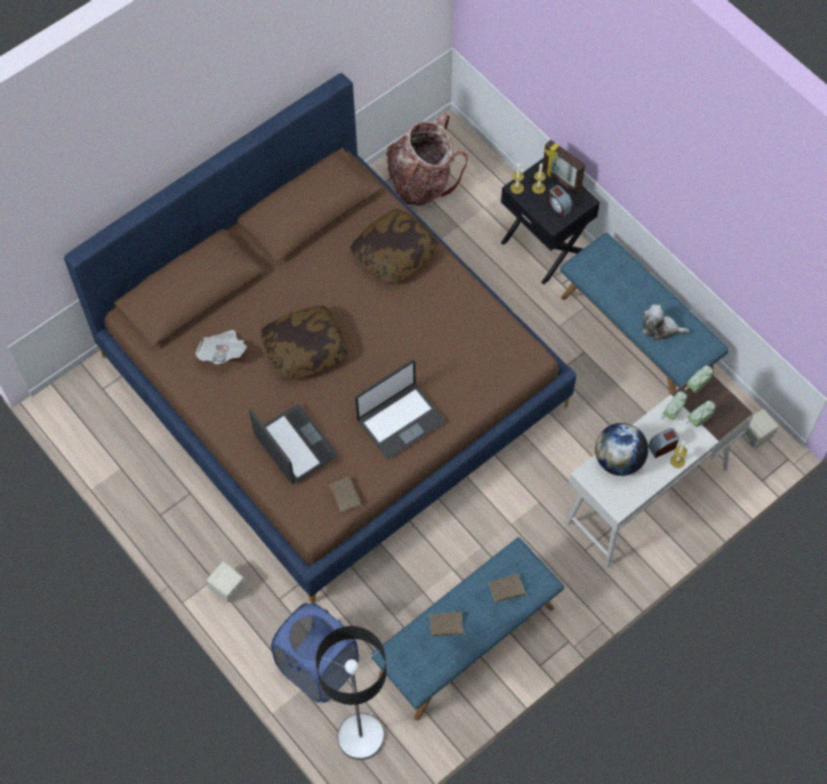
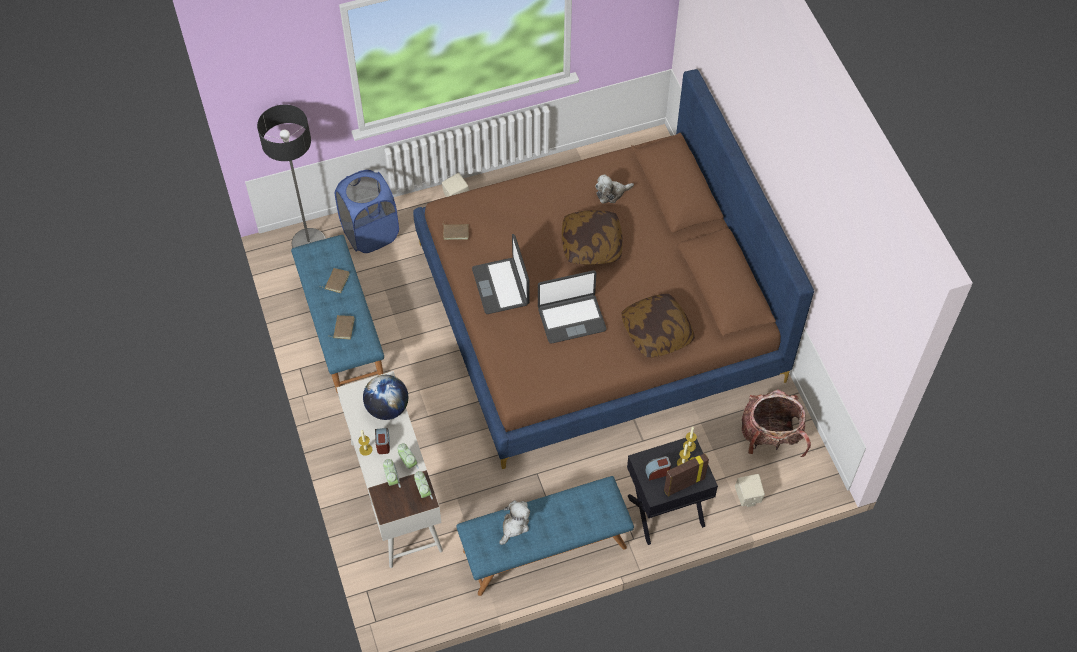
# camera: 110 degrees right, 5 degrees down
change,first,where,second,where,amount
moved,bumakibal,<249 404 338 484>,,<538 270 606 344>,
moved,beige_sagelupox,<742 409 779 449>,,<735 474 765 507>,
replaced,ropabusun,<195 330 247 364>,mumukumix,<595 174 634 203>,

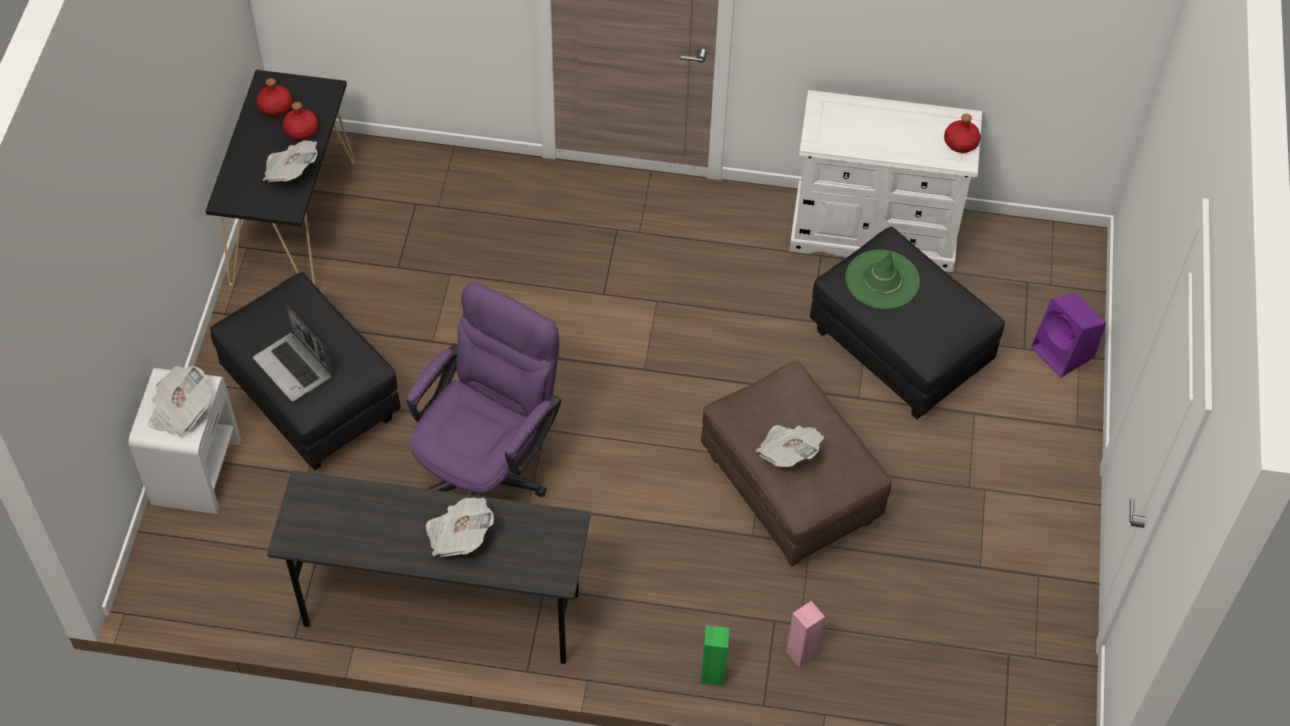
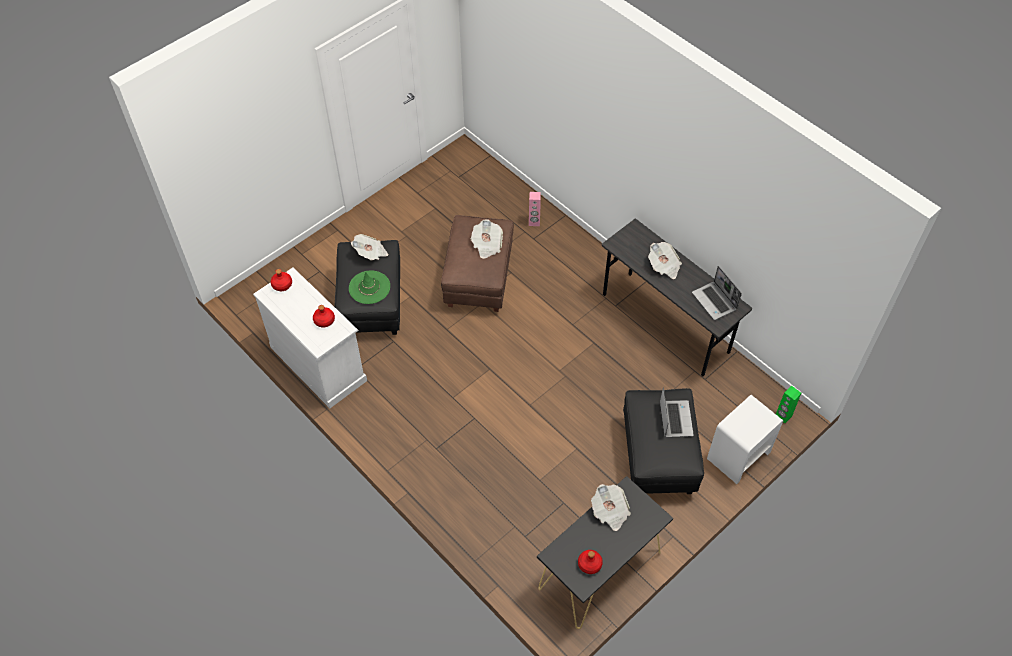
# camera: 140 degrees left, 0 degrees up
change,first,where,second,where,amount
removed,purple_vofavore,<407 282 562 497>,,,
removed,purple_sagelupox,<1031 293 1106 378>,,,
added,,,bumakibal,<692 266 742 320>,
moved,ropabusun,<148 366 211 437>,,<351 234 388 261>,
moved,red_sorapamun,<282 102 318 140>,,<313 305 335 328>,
moved,green_sagelupox,<701 625 730 686>,,<776 385 801 423>,

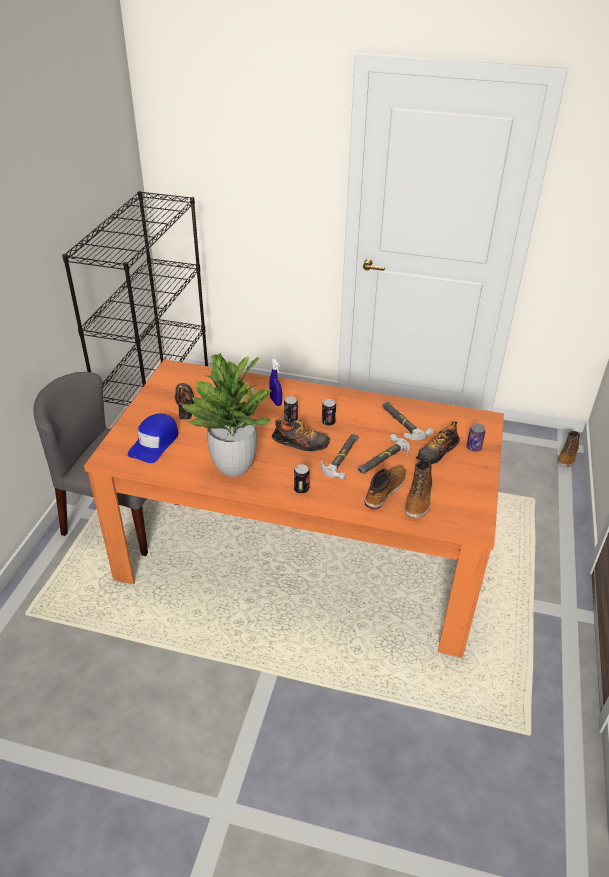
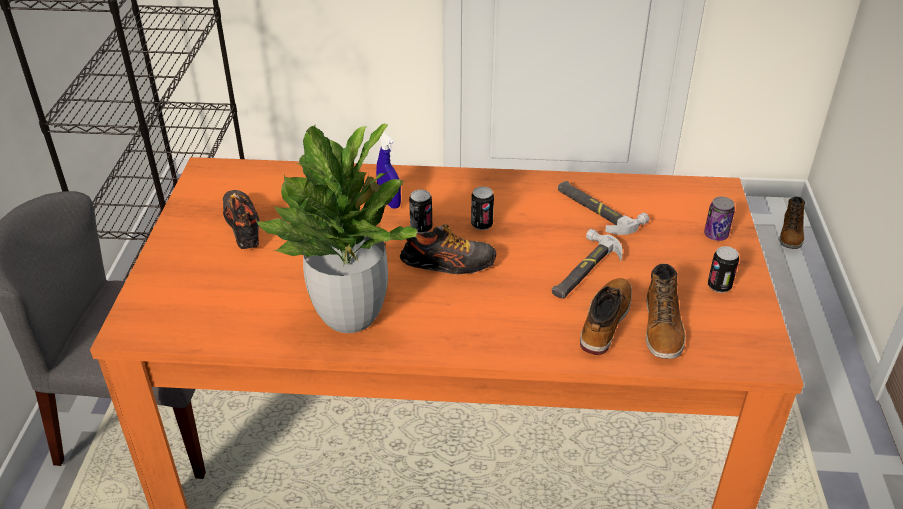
# camera: 10 degrees left, 0 degrees up
change,first,where,second,where,amount
removed,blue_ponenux,<128 414 178 463>,,,
removed,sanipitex,<321 434 359 480>,,,
removed,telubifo,<416 421 460 465>,,,
moved,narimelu,<294 464 309 494>,,<708 246 739 293>,

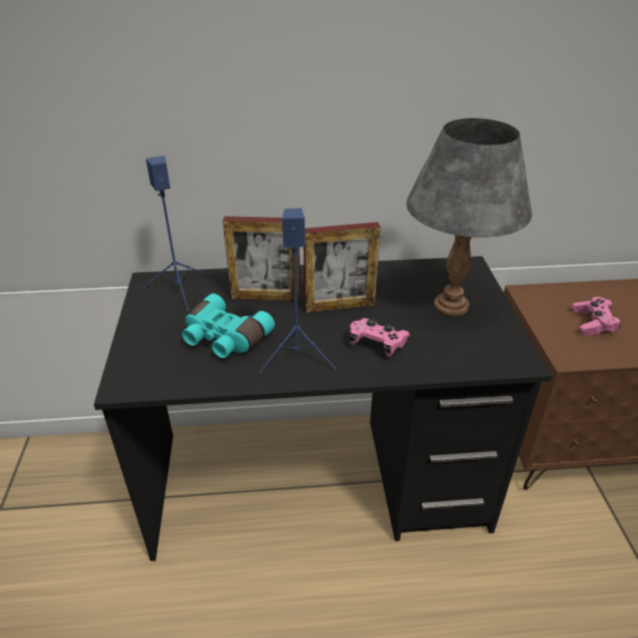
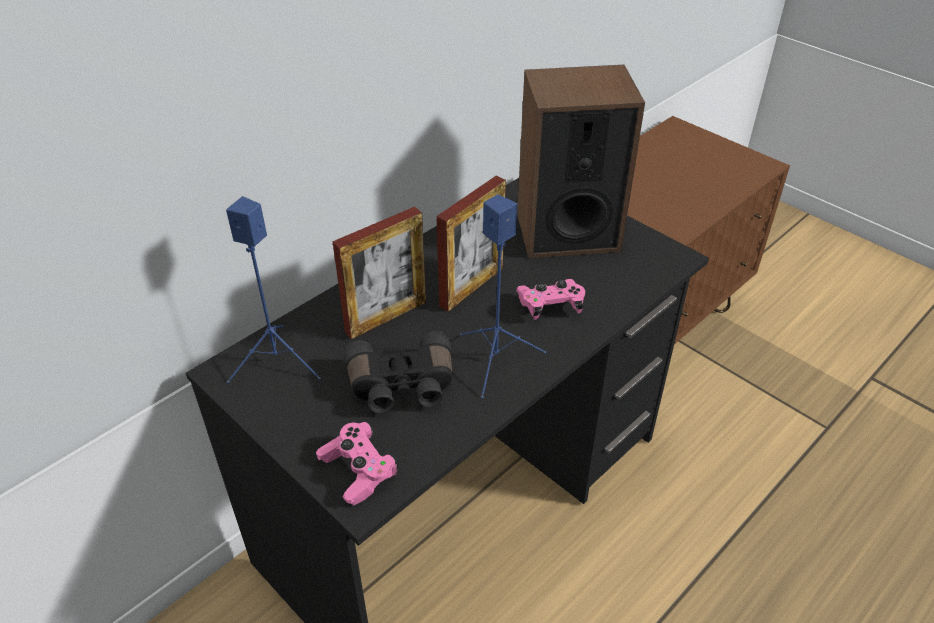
# camera: 40 degrees left, 5 degrees up
change,first,where,second,where,amount
moved,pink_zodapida,<572 297 621 336>,,<316 422 398 506>,
replaced,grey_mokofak,<406 118 532 316>,sagelupox,<517 65 645 258>,
recoloured,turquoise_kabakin,<182 293 275 358>,black_kabakin,<344 331 453 413>,

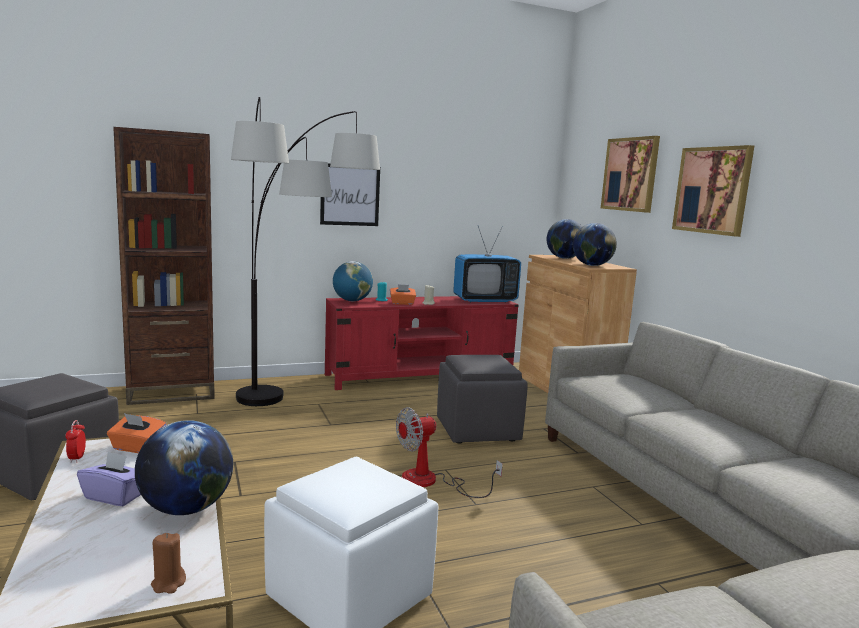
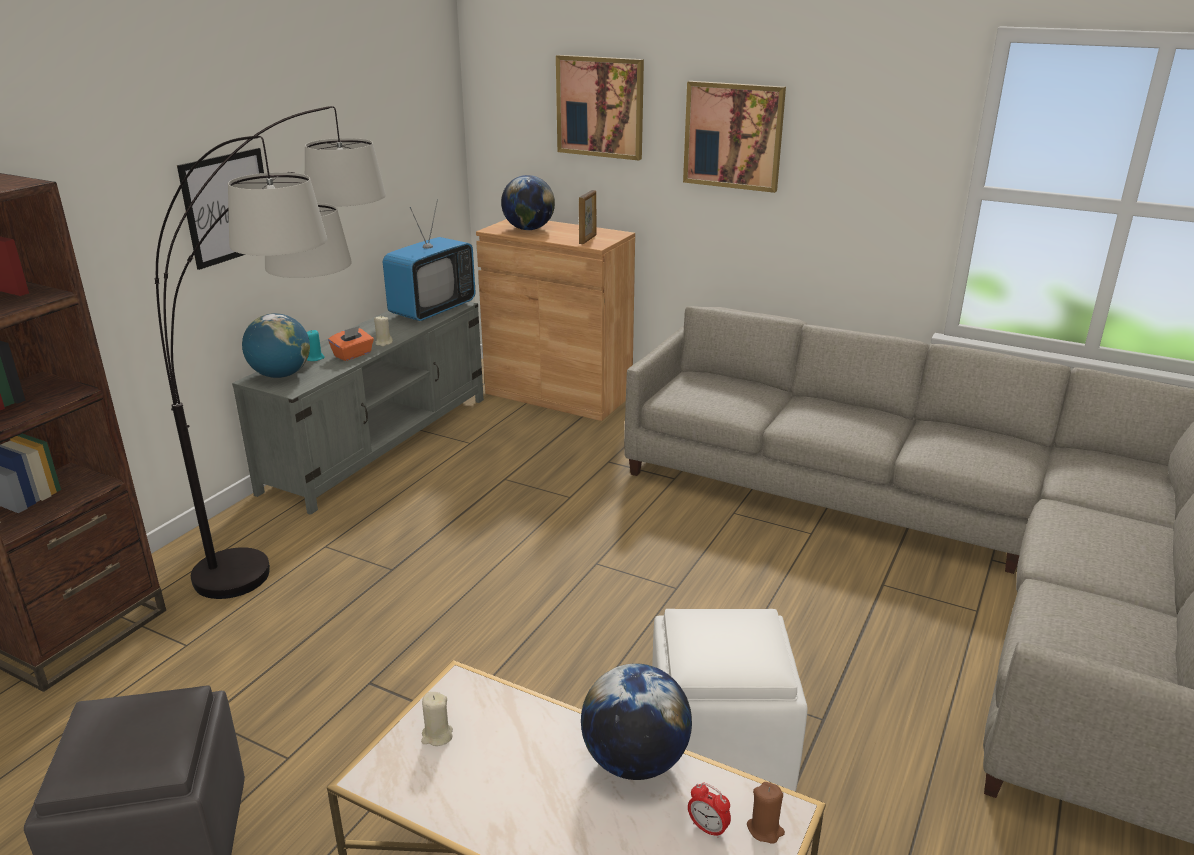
# camera: 40 degrees left, 15 degrees up
change,first,where,second,where,amount
removed,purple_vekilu,<77 451 141 506>,,,
removed,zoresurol,<396 407 503 498>,,,
removed,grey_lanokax,<437 355 528 444>,,,
moved,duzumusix,<65 420 86 463>,,<688 783 731 838>,
replaced,orange_vekilu,<107 413 167 453>,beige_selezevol,<421 692 453 746>,
replaced,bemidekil,<573 223 617 266>,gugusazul,<579 190 596 244>,
recoloured,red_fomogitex,<325 296 519 390>,grey_fomogitex,<232 302 484 515>,

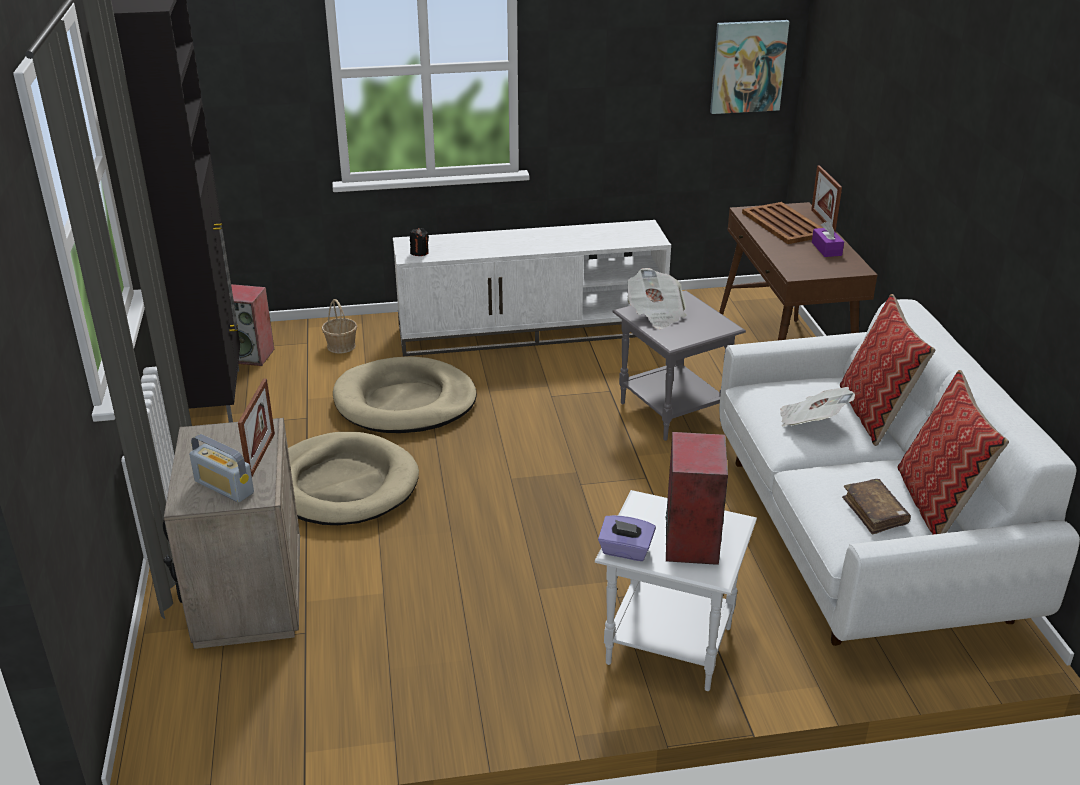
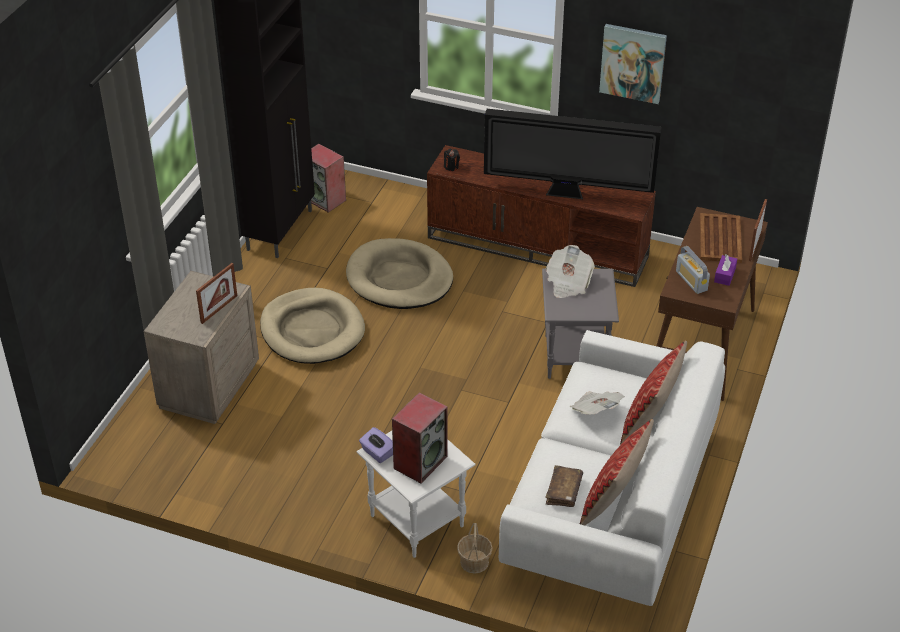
# camera: 30 degrees right, 10 degrees up
change,first,where,second,where,amount
added,,,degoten,<484 109 661 199>,
moved,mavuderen,<189 434 254 503>,,<676 246 710 294>,
moved,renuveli,<322 299 357 354>,,<457 523 493 574>,
moved,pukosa,<710 20 789 114>,,<599 24 667 104>,
recoloured,white_fomogitex,<393 220 671 356>,brown_fomogitex,<427 145 656 287>,

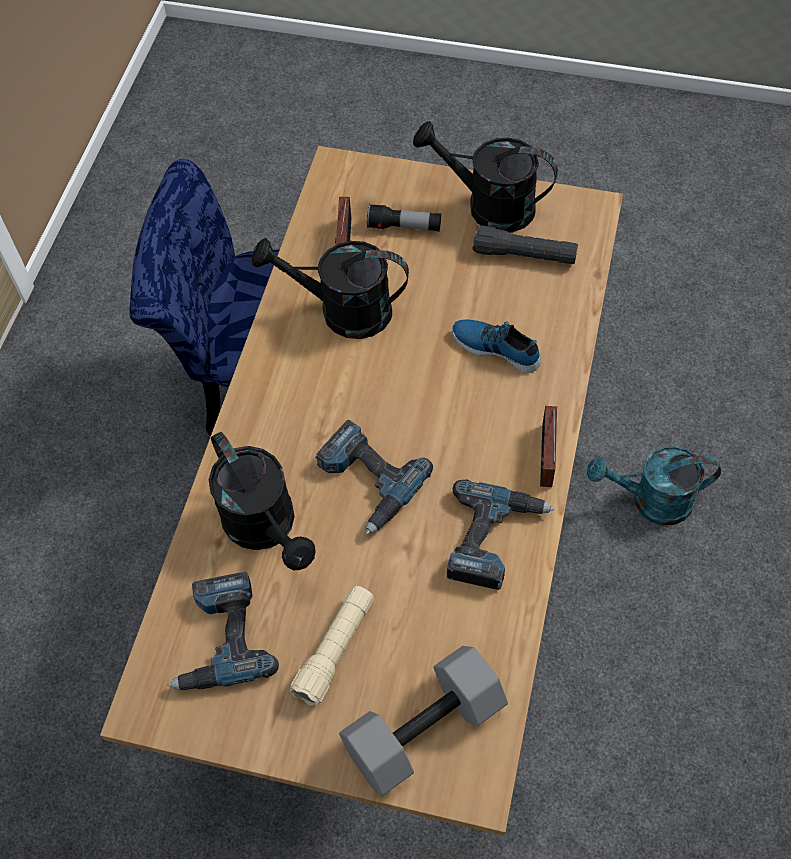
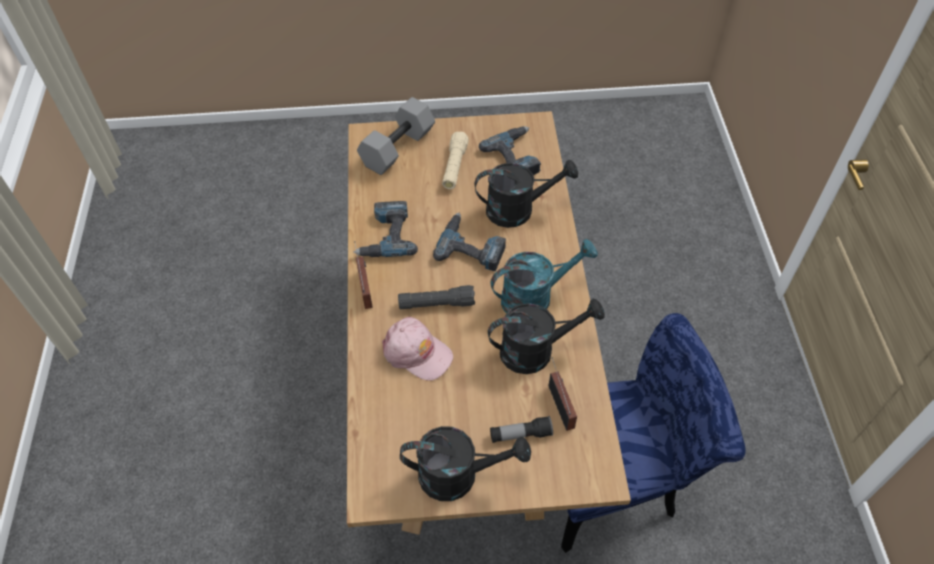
# camera: 160 degrees right, 5 degrees down
change,first,where,second,where,amount
moved,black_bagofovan,<472 225 578 264>,,<398 285 475 309>,
moved,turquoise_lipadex,<587 446 721 525>,,<490 239 598 313>,
replaced,telubifo,<452 320 541 373>,pink_ponenux,<382 317 453 381>,
turned,black_lipadex,<209 432 316 570>,,<474 159 578 228>,135 degrees clockwise

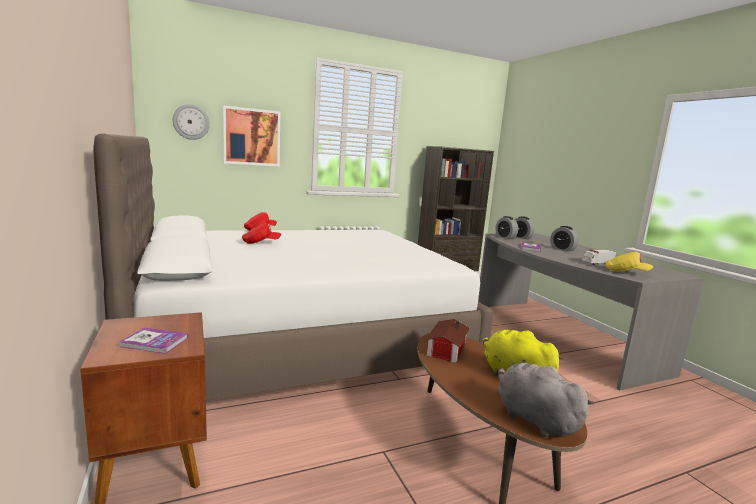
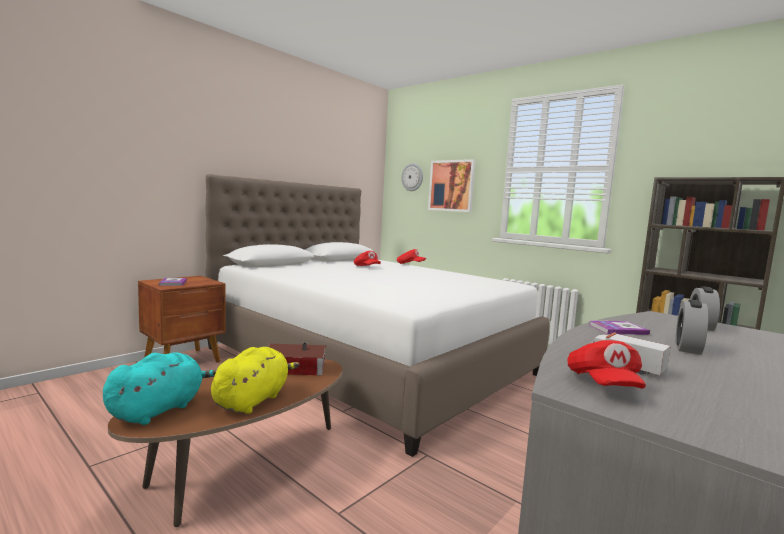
# camera: 65 degrees right, 5 degrees down
change,first,where,second,where,amount
removed,duzumusix,<495 216 518 239>,,,
recoloured,grey_mumukumix,<498 363 594 437>,turquoise_mumukumix,<103 352 217 425>,
recoloured,yellow_ponenux,<606 252 653 272>,red_ponenux,<568 340 646 389>,

